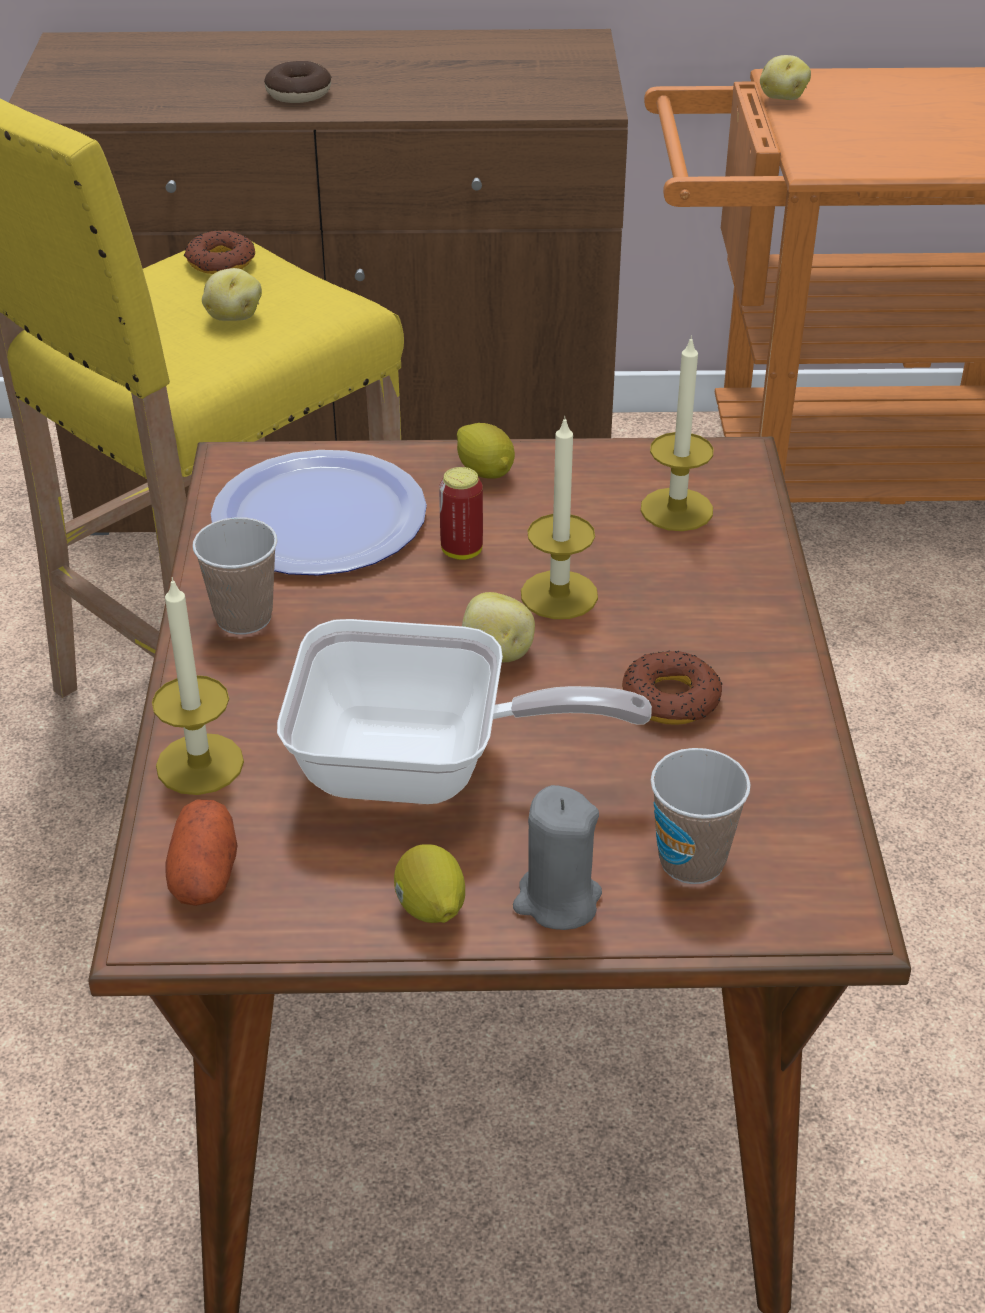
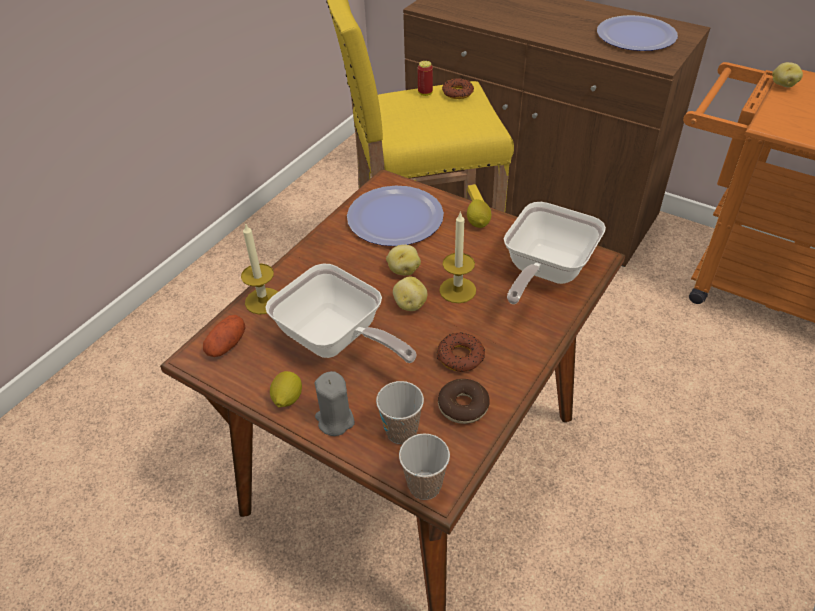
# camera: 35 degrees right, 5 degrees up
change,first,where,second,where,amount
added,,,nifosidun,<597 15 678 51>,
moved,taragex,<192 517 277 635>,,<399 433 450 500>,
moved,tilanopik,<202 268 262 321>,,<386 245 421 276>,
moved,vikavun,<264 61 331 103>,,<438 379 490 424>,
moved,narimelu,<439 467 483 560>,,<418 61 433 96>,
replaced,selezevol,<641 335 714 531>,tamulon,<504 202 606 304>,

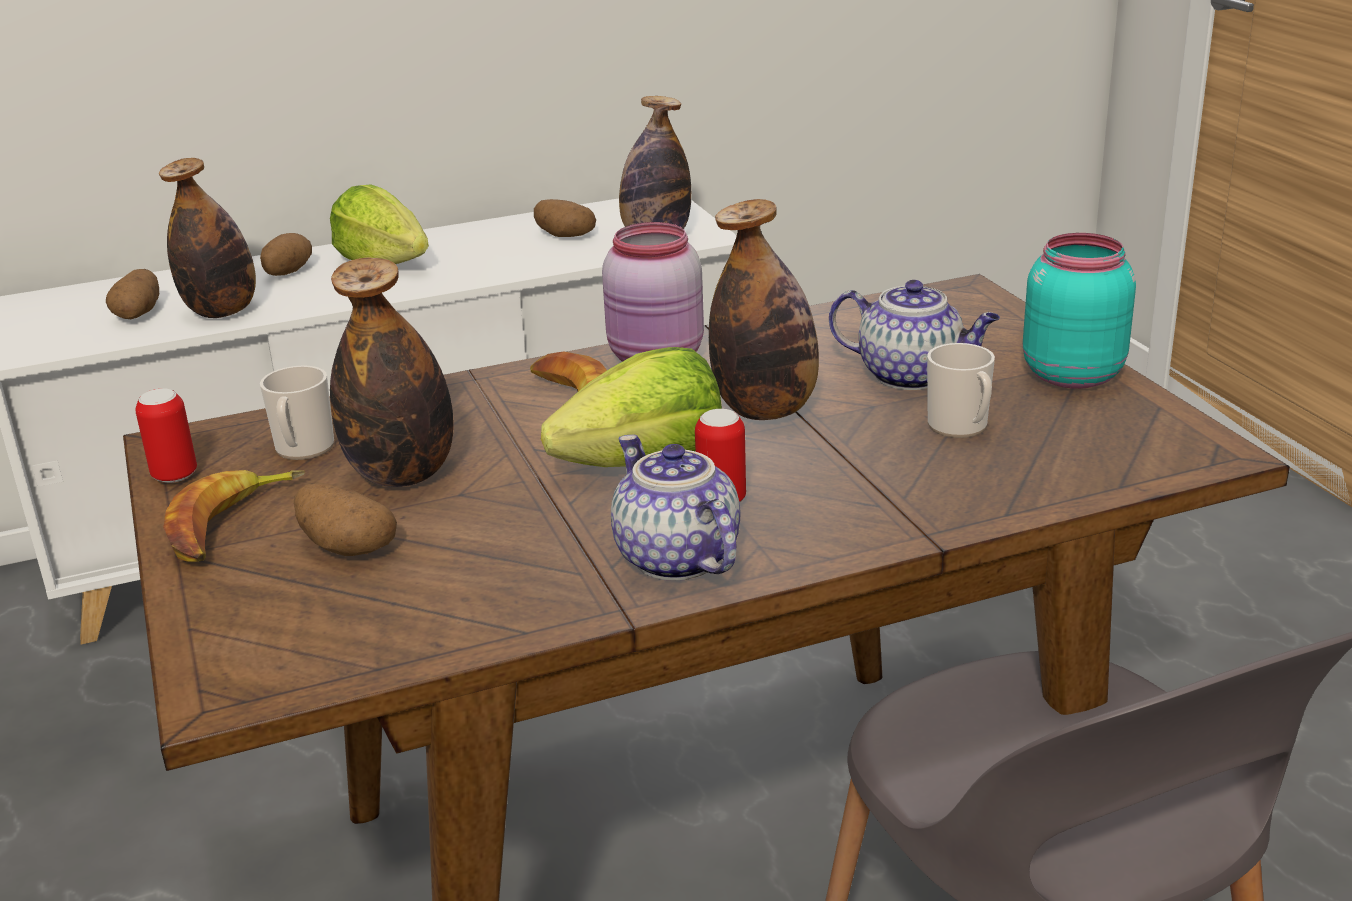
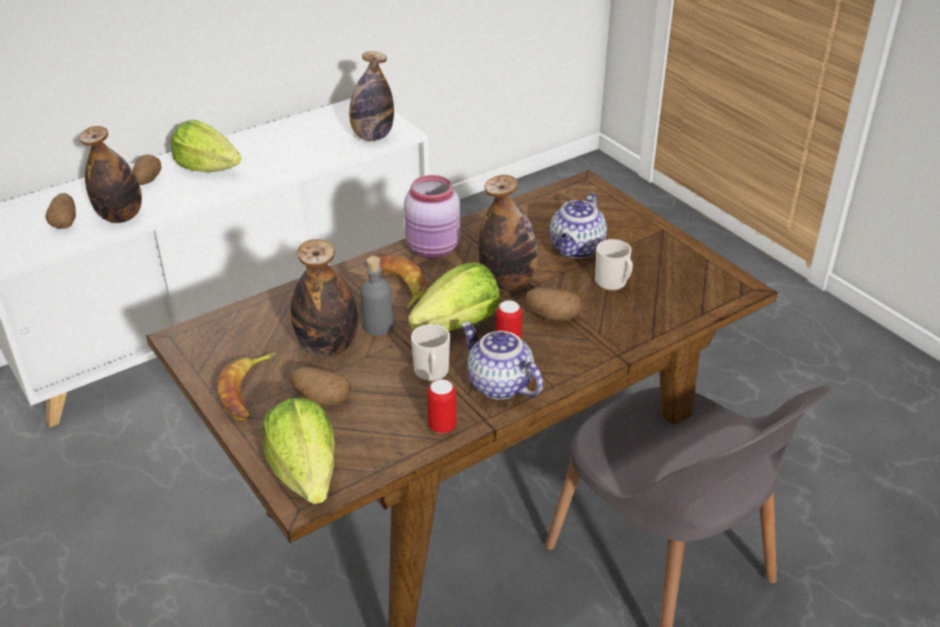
# camera: 15 degrees left, 10 degrees up
change,first,where,second,where,amount
removed,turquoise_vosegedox,<1023 233 1136 389>,,,
added,,,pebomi,<262 398 335 504>,
added,,,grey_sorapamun,<360 256 394 336>,
moved,narimelu,<136 388 197 483>,,<427 379 456 434>,
moved,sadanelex,<260 365 334 460>,,<411 324 450 381>,
moved,tilanopik,<534 199 596 237>,,<525 288 582 321>,
turned,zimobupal,<829 280 1000 390>,,<550 193 607 258>,105 degrees clockwise

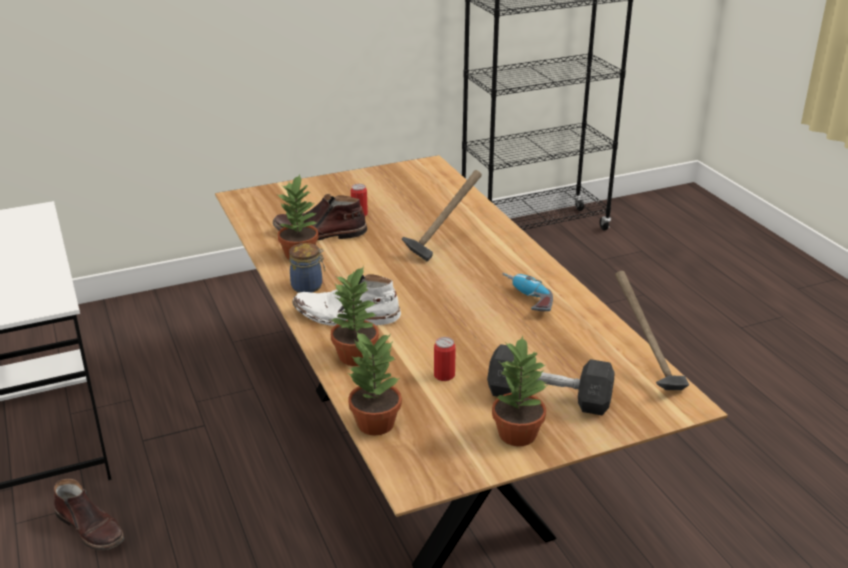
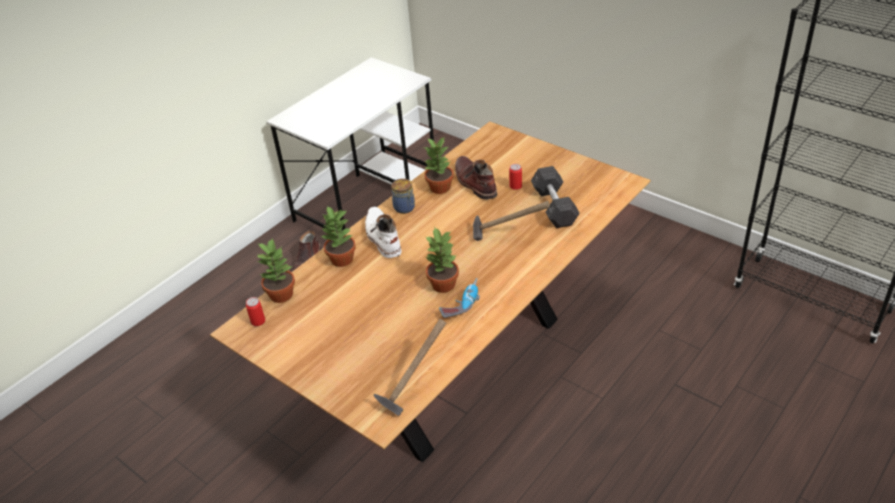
# camera: 65 degrees right, 10 degrees up
change,first,where,second,where,amount
moved,narimelu,<434 337 456 381>,,<246 297 265 326>,
moved,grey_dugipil,<487 344 615 415>,,<531 166 580 228>,
moved,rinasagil,<492 335 548 446>,,<425 228 459 293>,

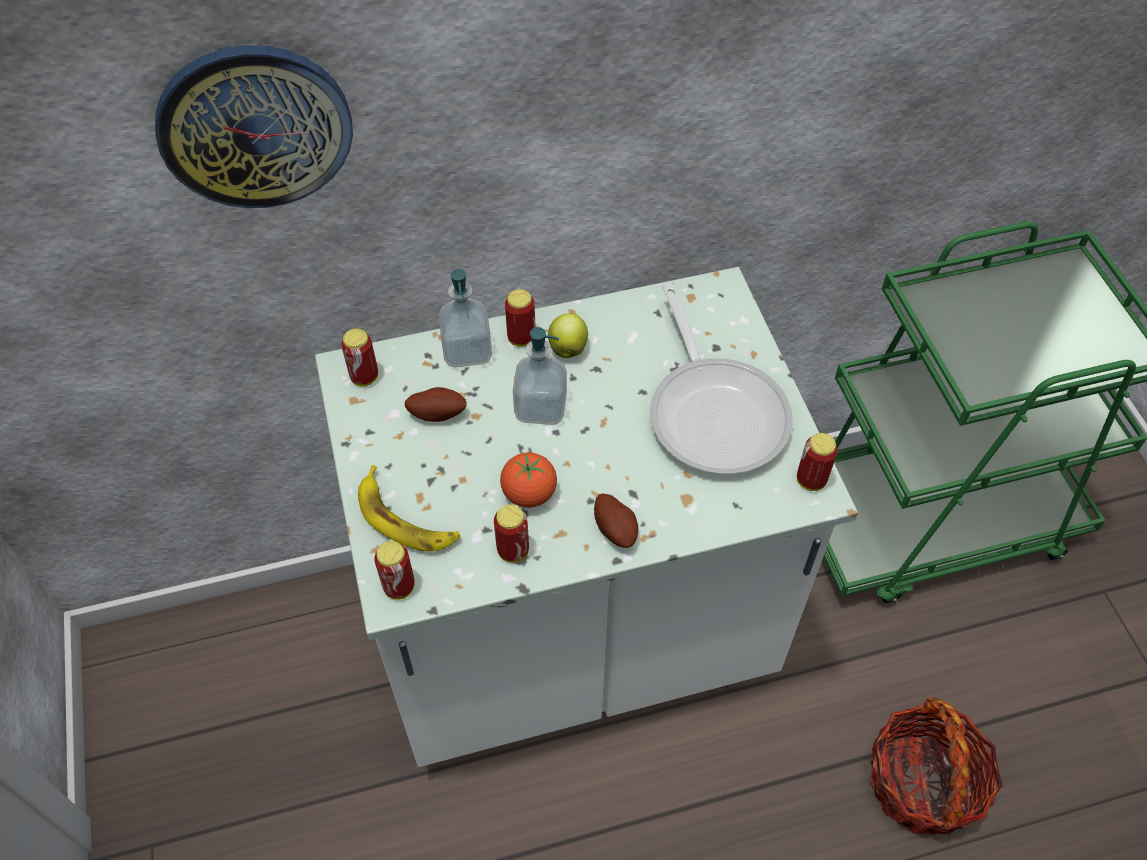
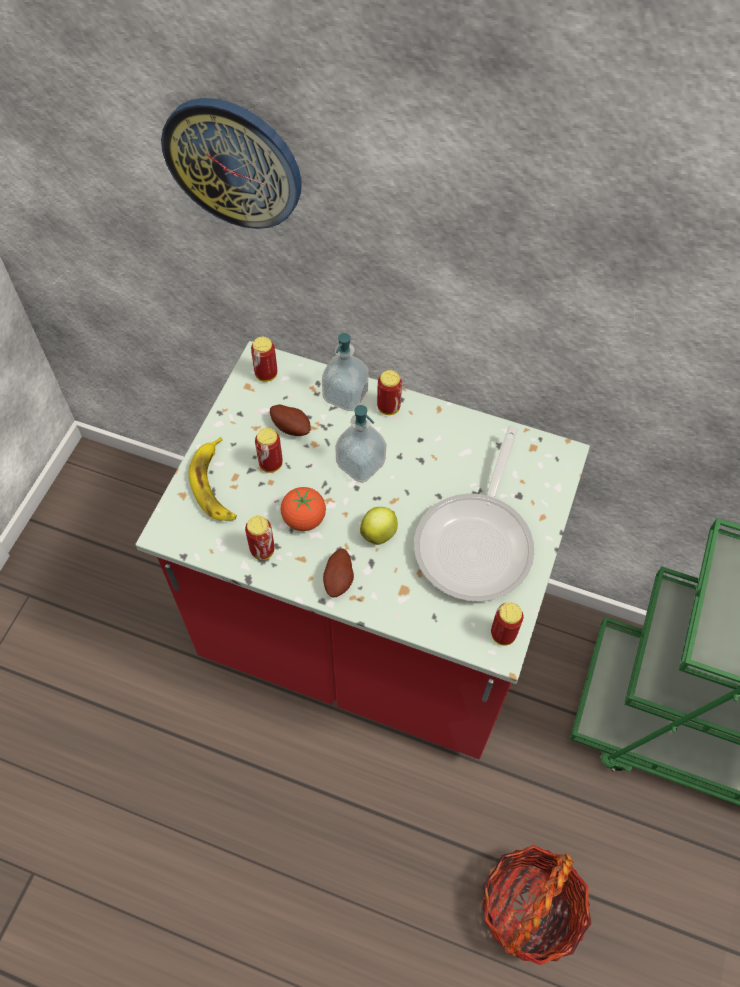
# camera: 35 degrees right, 5 degrees up
change,first,where,second,where,amount
moved,narimelu,<375 541 415 600>,,<255 428 283 473>,
moved,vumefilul,<548 313 588 358>,,<360 507 398 545>,
recoloured,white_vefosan,<315 267 858 767>,red_vefosan,<135 341 590 759>,

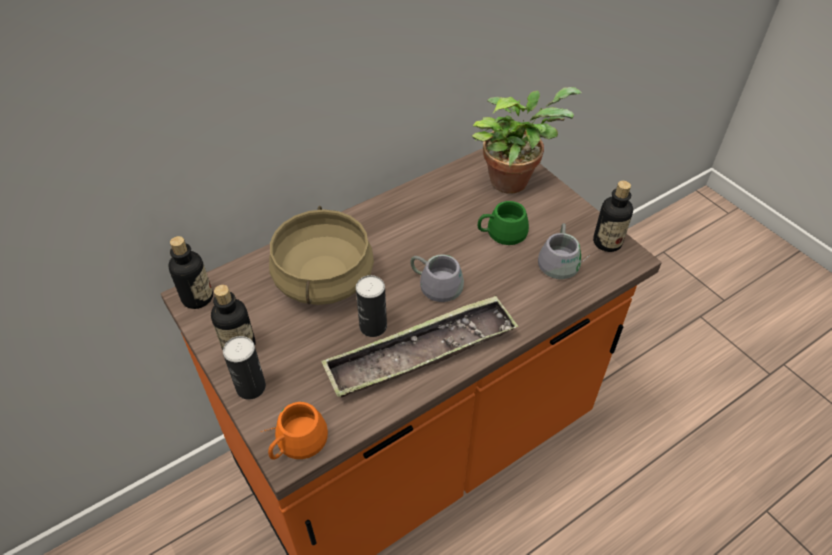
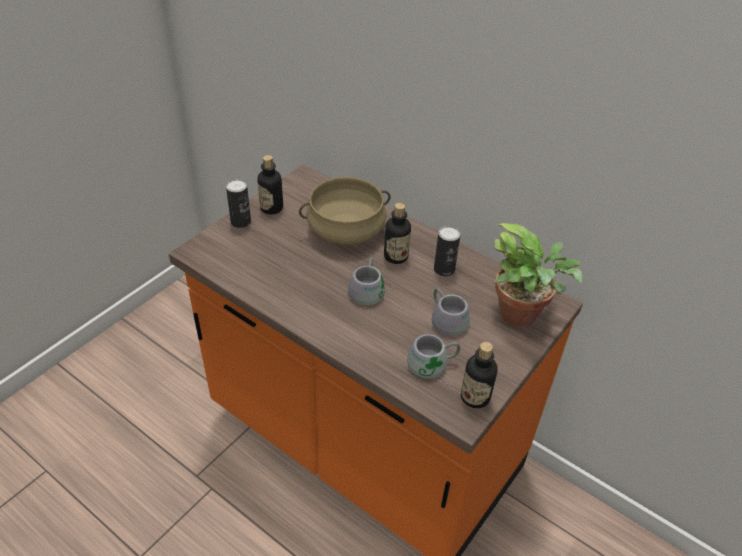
# camera: 70 degrees right, 5 degrees down
change,first,where,second,where,amount
removed,orange_sadanelex,<260 402 328 460>,,,
removed,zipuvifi,<321 295 518 397>,,,
moved,sorapamun,<168 236 213 309>,,<384 203 411 264>,
moved,narimelu,<356 275 387 337>,,<434 226 461 277>,
recoloured,green_sadanelex,<478 201 529 245>,grey_sadanelex,<432 288 470 336>,

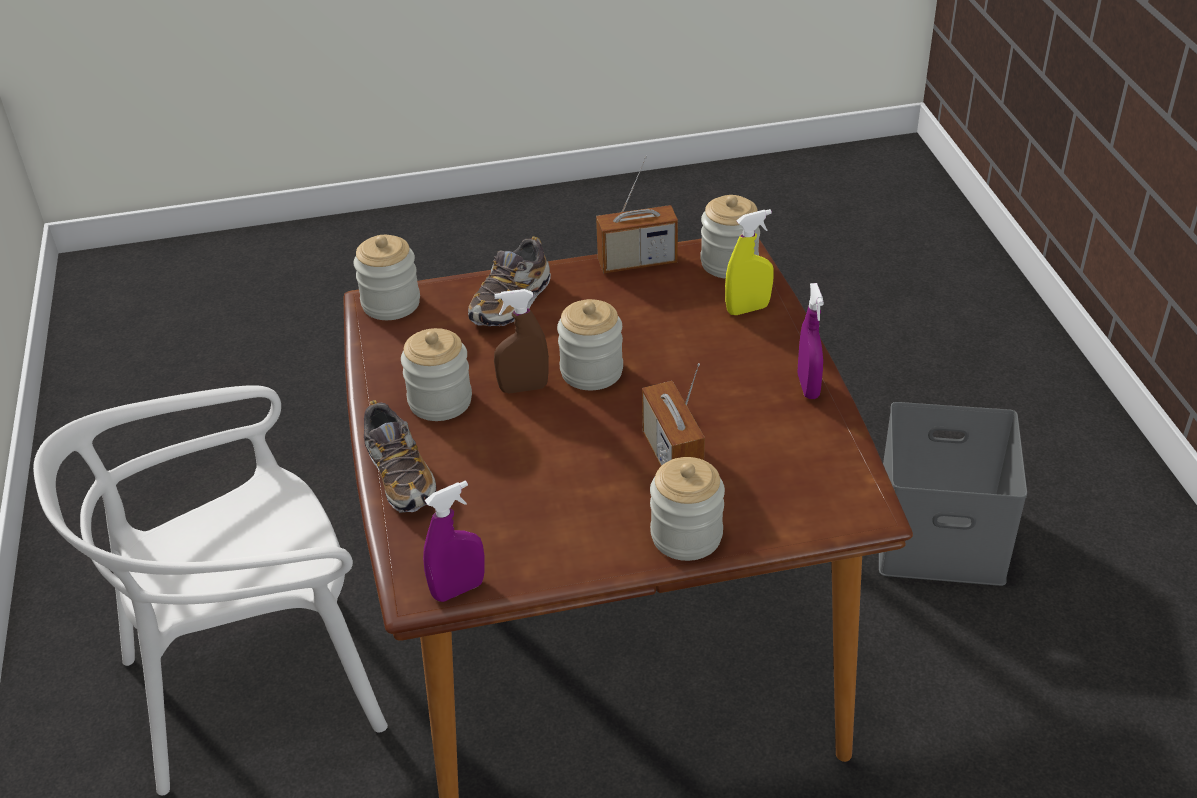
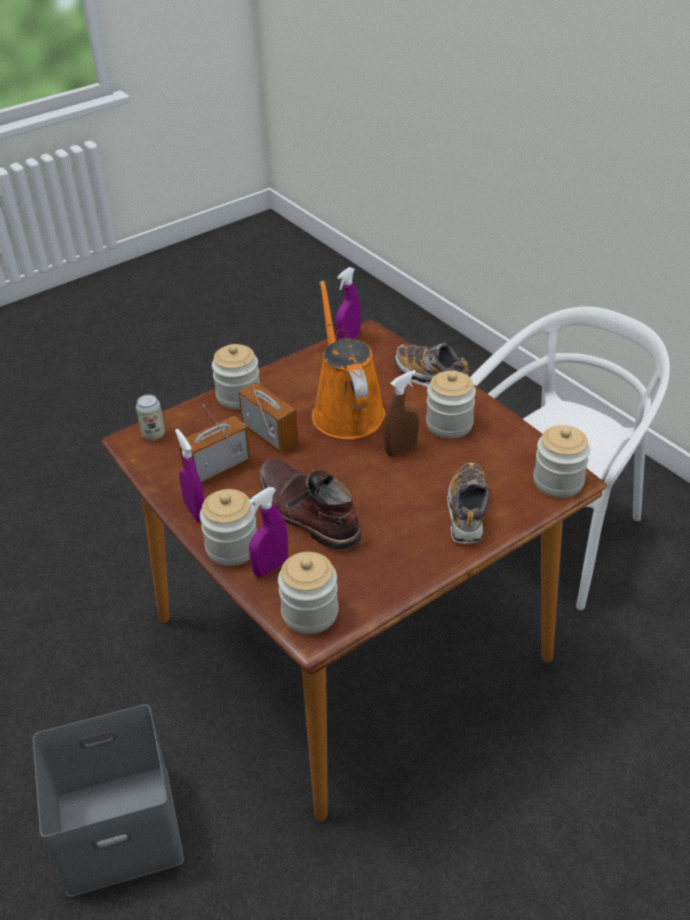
# camera: 155 degrees right, 0 degrees up
change,first,where,second,where,amount
added,,,narimelu,<136 394 165 440>,
added,,,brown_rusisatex,<259 459 361 551>,
added,,,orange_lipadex,<312 281 385 439>,
moved,vosegedox,<557 299 623 390>,,<200 489 257 566>,
moved,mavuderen,<596 155 678 273>,,<178 405 251 483>,
recoloured,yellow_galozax,<725 209 774 315>,purple_galozax,<248 487 288 577>,

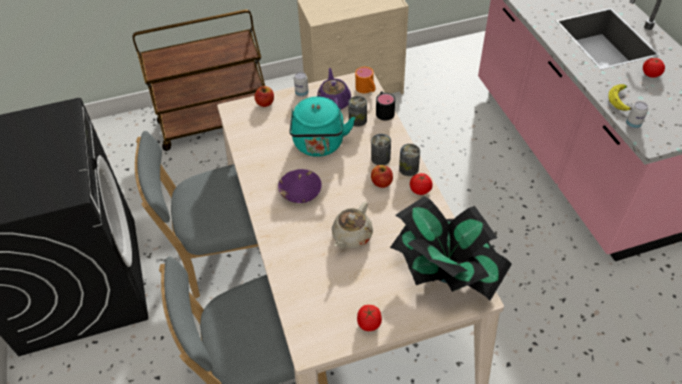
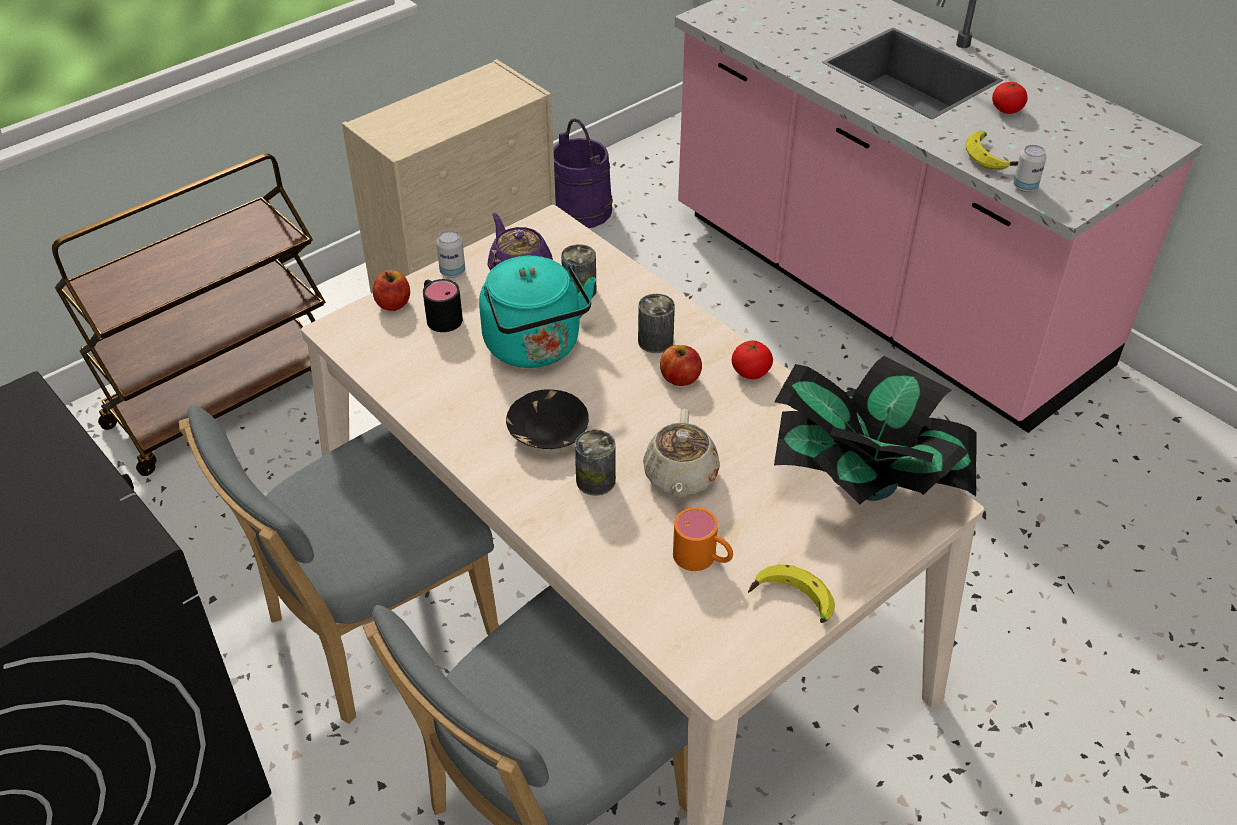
# camera: 25 degrees left, 5 degrees down
change,first,where,second,where,amount
added,,,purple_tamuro,<553 118 613 228>,
moved,orange_sadanelex,<355 67 375 93>,,<673 507 733 571>,
moved,black_sadanelex,<376 91 395 121>,,<423 279 463 332>,
moved,narimelu,<399 144 420 176>,,<575 430 616 495>,
replaced,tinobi,<357 305 382 331>,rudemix,<748 564 835 623>,
recoloured,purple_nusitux,<278 169 322 203>,black_nusitux,<506 389 589 449>,

